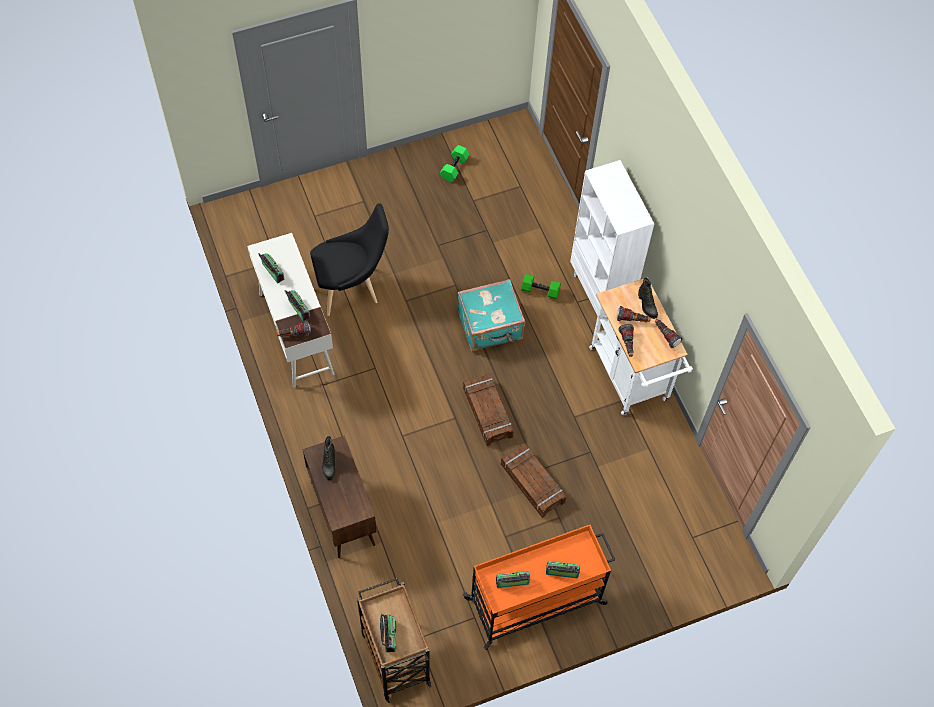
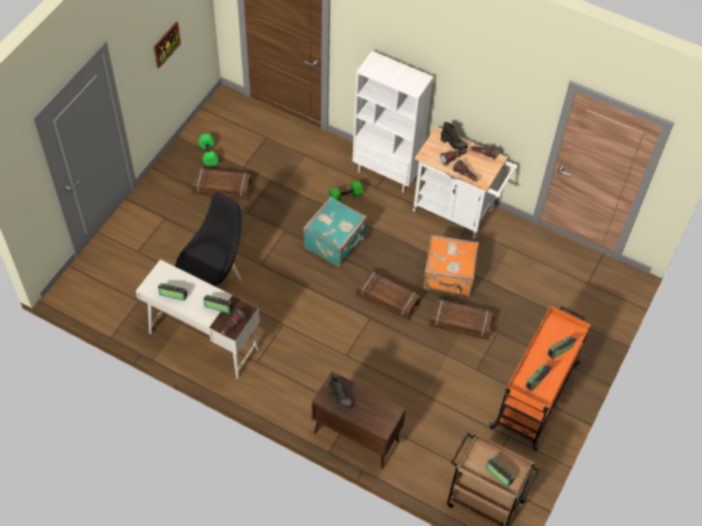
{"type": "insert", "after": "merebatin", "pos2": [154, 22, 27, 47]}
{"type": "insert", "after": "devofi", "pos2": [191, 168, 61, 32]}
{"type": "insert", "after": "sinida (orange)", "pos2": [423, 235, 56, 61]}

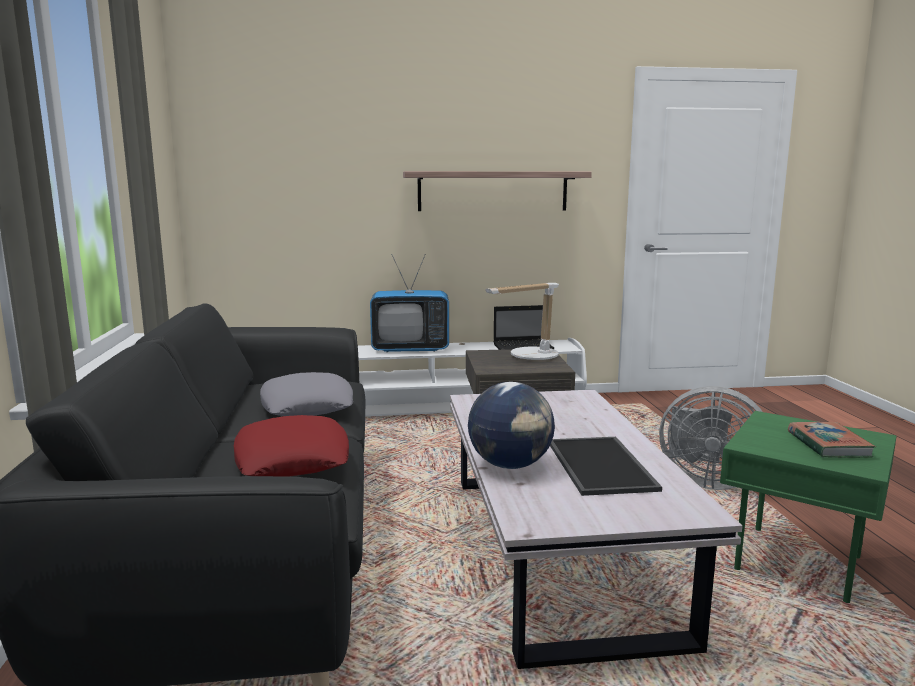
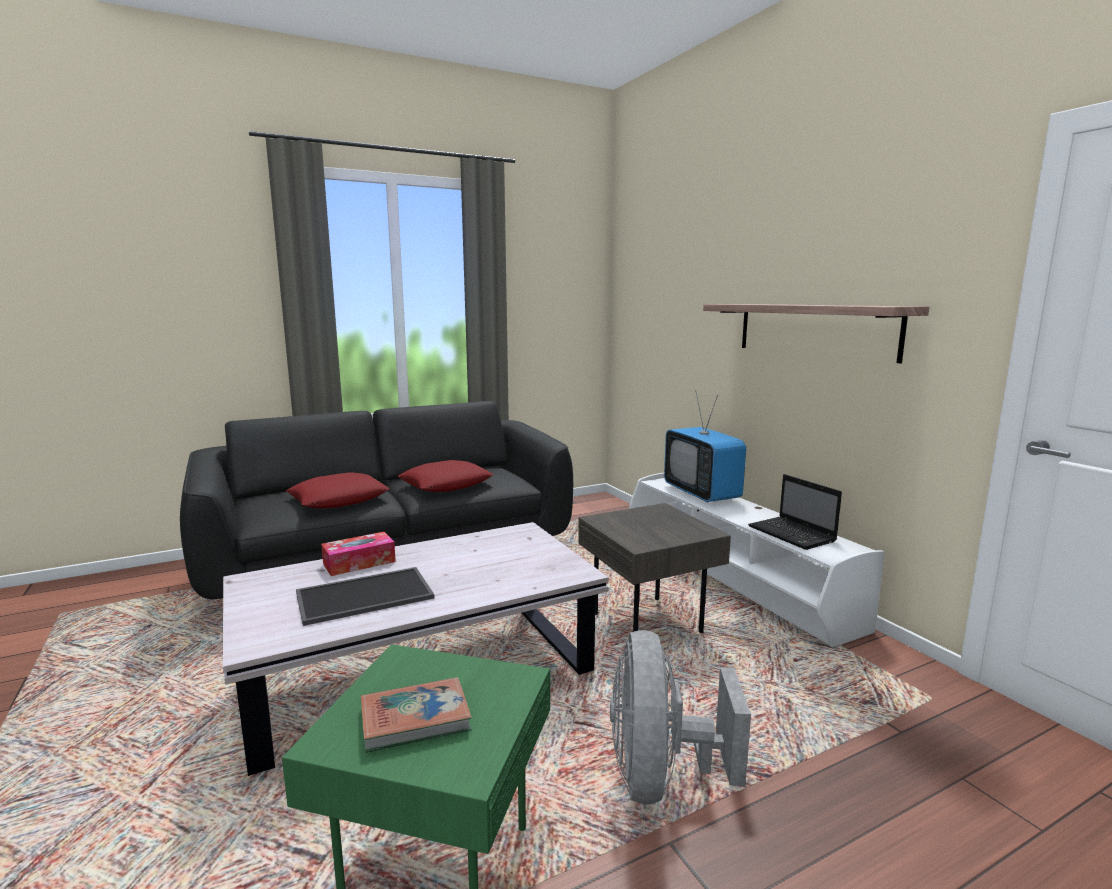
{"type": "replace", "before": "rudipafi", "after": "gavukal", "pos1": [468, 382, 87, 87], "pos2": [321, 532, 75, 44]}
{"type": "recolor", "before": "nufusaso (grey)", "after": "nufusaso (red)", "pos1": [260, 372, 93, 44], "pos2": [398, 460, 95, 32]}
{"type": "delete", "before": "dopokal", "pos1": [485, 283, 74, 77]}

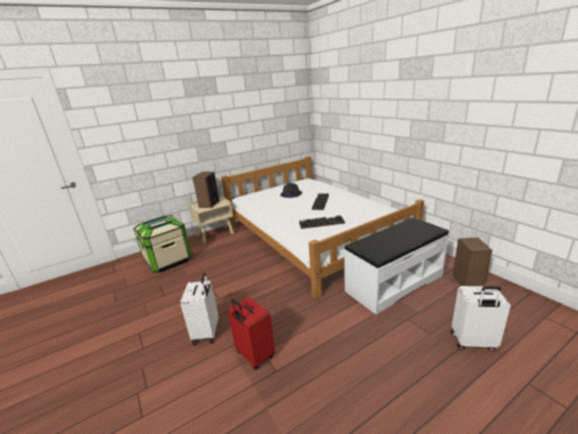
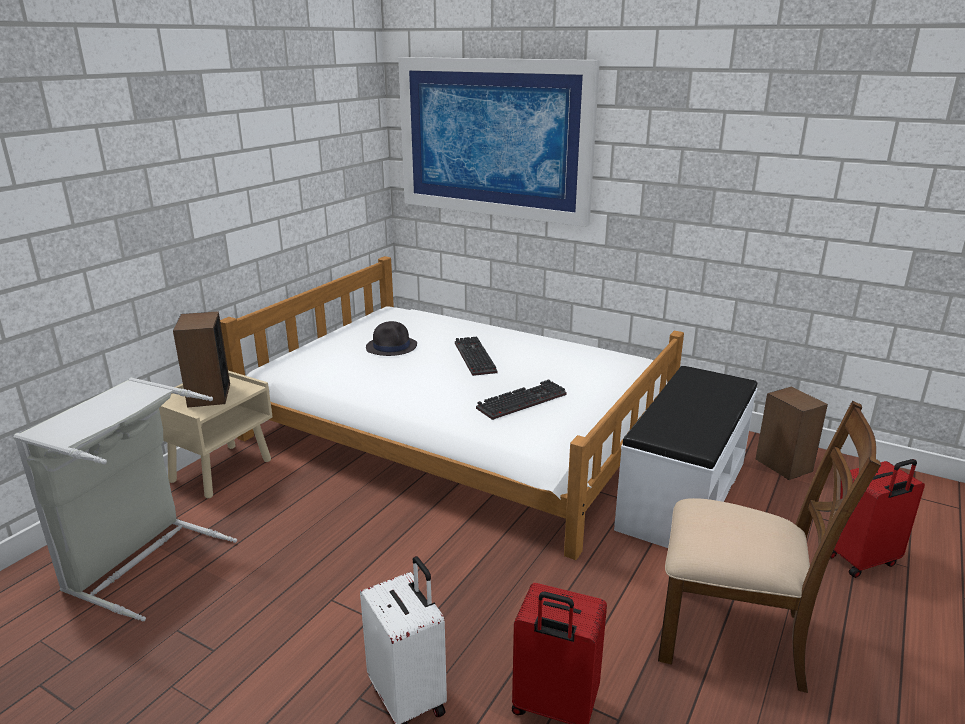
{"type": "replace", "before": "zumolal", "after": "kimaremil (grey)", "pos1": [134, 215, 58, 57], "pos2": [14, 377, 223, 245]}
{"type": "insert", "after": "merebatin", "pos2": [398, 57, 202, 170]}
{"type": "insert", "after": "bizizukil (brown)", "pos2": [658, 401, 223, 292]}
{"type": "recolor", "before": "sinida (white)", "after": "sinida (red)", "pos1": [451, 286, 60, 65], "pos2": [830, 459, 95, 119]}

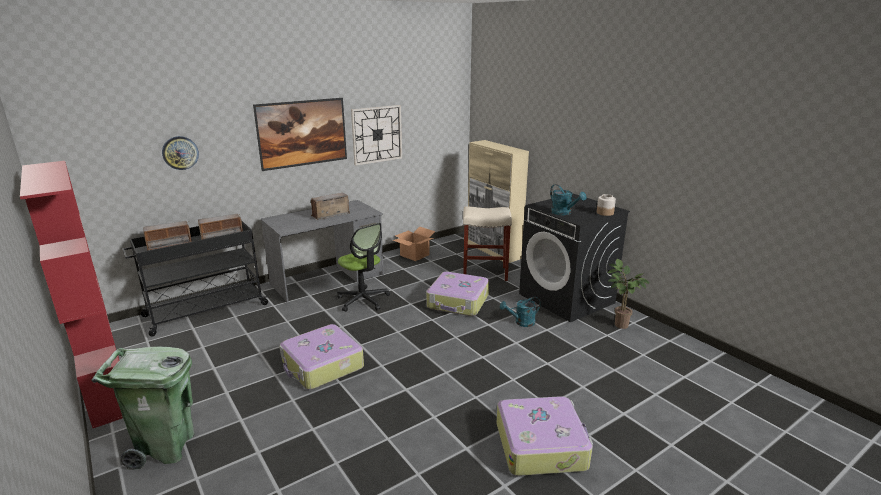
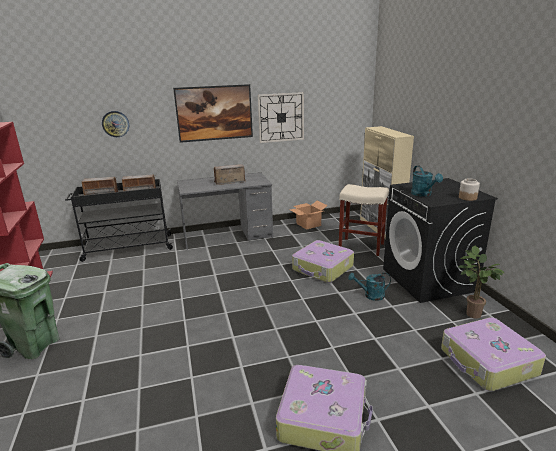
{"type": "move", "before": "sinida", "pos1": [280, 324, 84, 66], "pos2": [441, 317, 105, 74]}
{"type": "delete", "before": "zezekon", "pos1": [337, 223, 53, 89]}

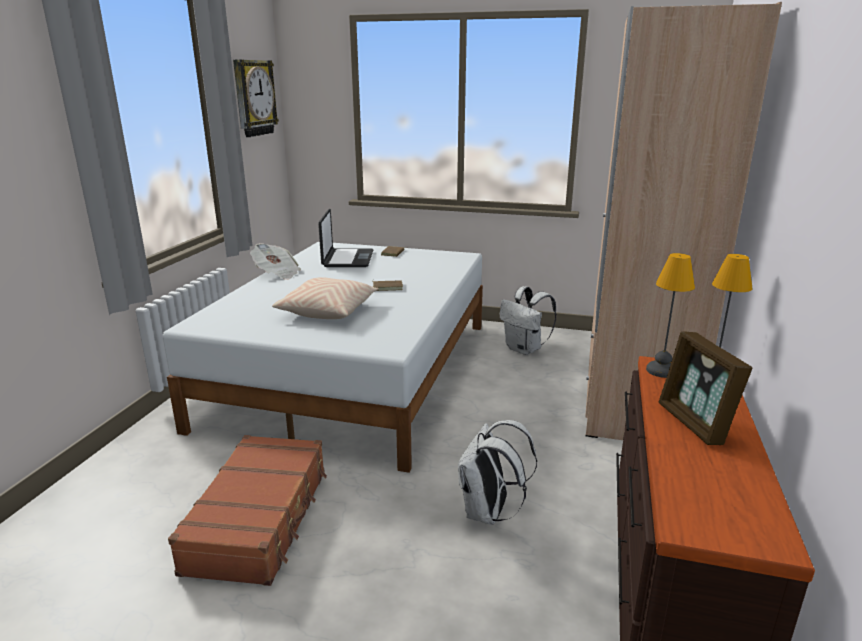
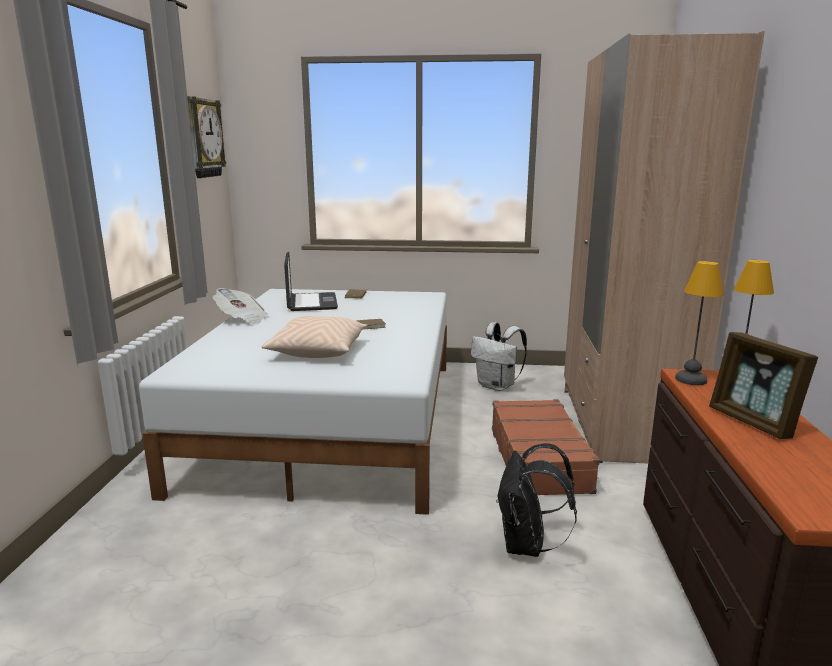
{"type": "move", "before": "sinida (brown)", "pos1": [168, 435, 159, 151], "pos2": [492, 399, 108, 96]}
{"type": "recolor", "before": "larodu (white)", "after": "larodu (black)", "pos1": [458, 420, 79, 105], "pos2": [496, 443, 81, 114]}

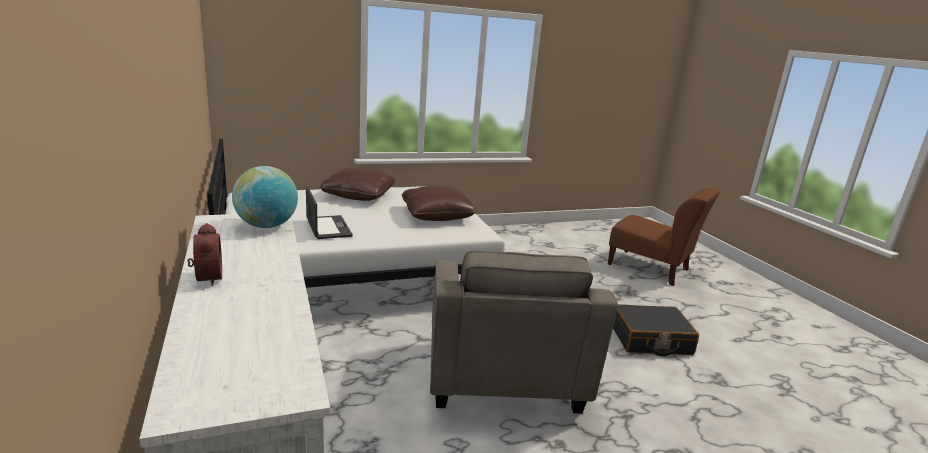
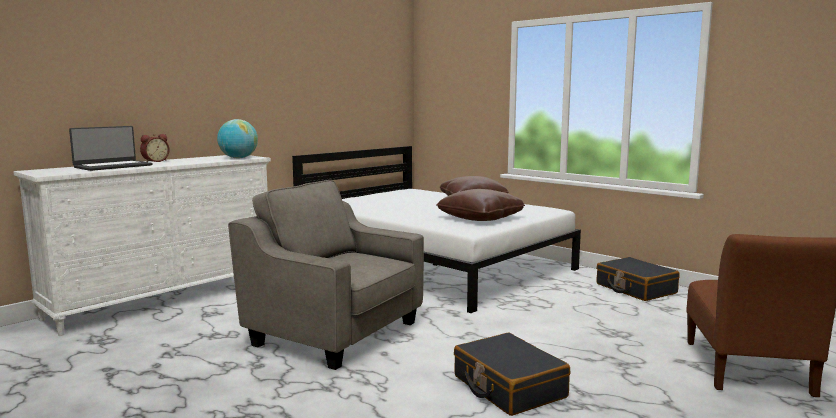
{"type": "move", "before": "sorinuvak", "pos1": [306, 186, 47, 53], "pos2": [69, 126, 83, 45]}
{"type": "rotate", "before": "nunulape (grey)", "pos1": [430, 250, 188, 164], "pos2": [228, 180, 196, 190], "turn": 60}
{"type": "insert", "after": "sinida (black)", "pos2": [596, 257, 84, 44]}

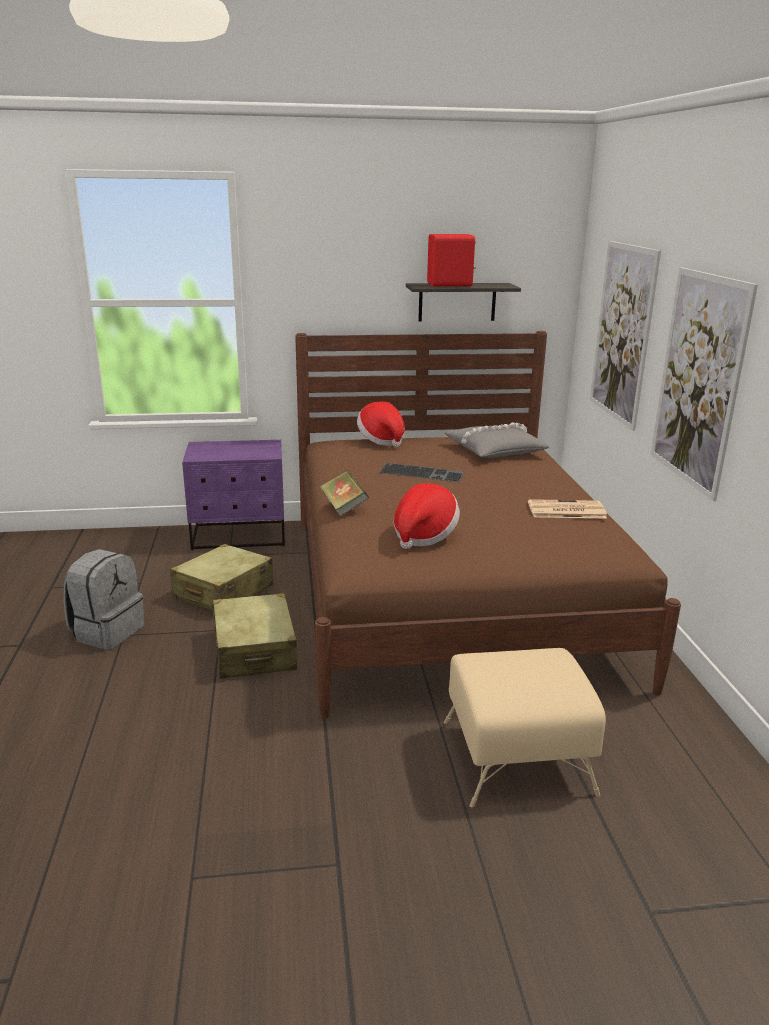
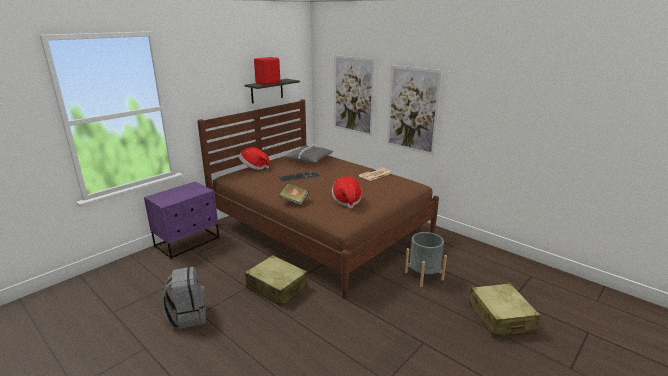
{"type": "replace", "before": "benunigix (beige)", "after": "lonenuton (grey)", "pos1": [444, 648, 162, 160], "pos2": [405, 232, 42, 55]}
{"type": "move", "before": "sinida (beige)", "pos1": [170, 544, 104, 68], "pos2": [469, 283, 71, 55]}

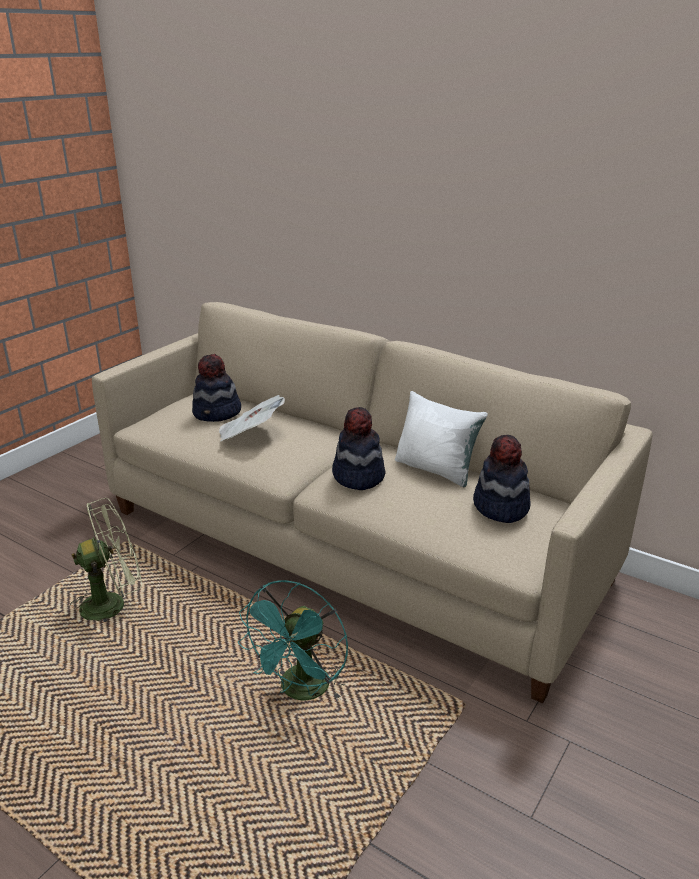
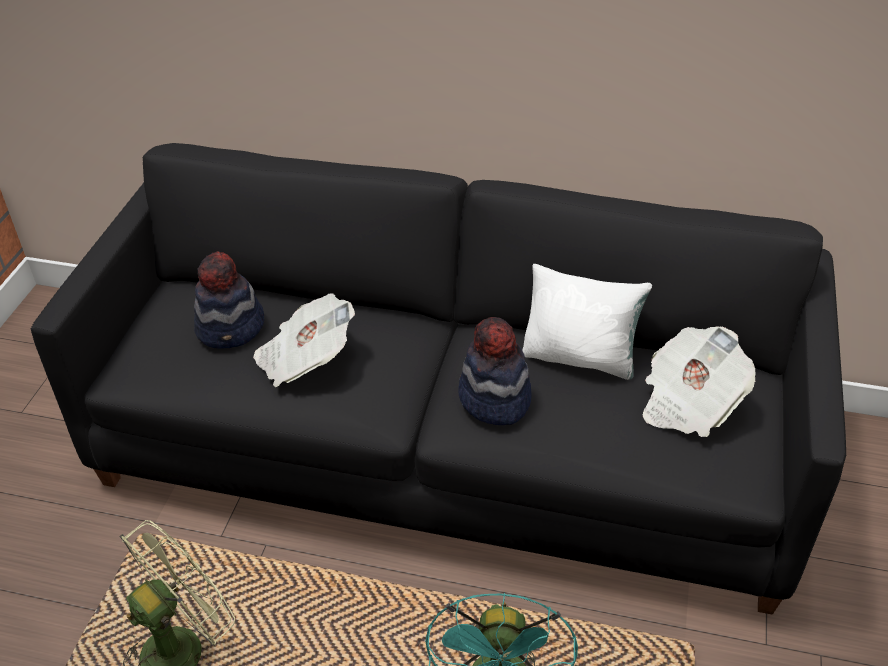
{"type": "recolor", "before": "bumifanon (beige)", "after": "bumifanon (black)", "pos1": [92, 302, 561, 401], "pos2": [31, 143, 815, 472]}
{"type": "replace", "before": "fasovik", "after": "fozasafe", "pos1": [473, 435, 58, 88], "pos2": [643, 326, 113, 111]}

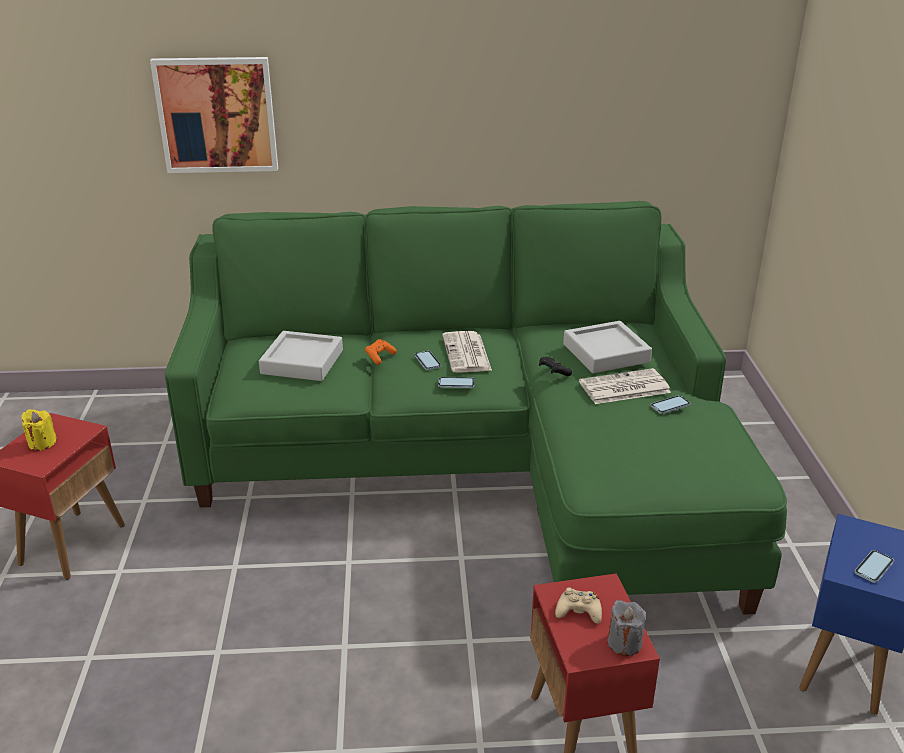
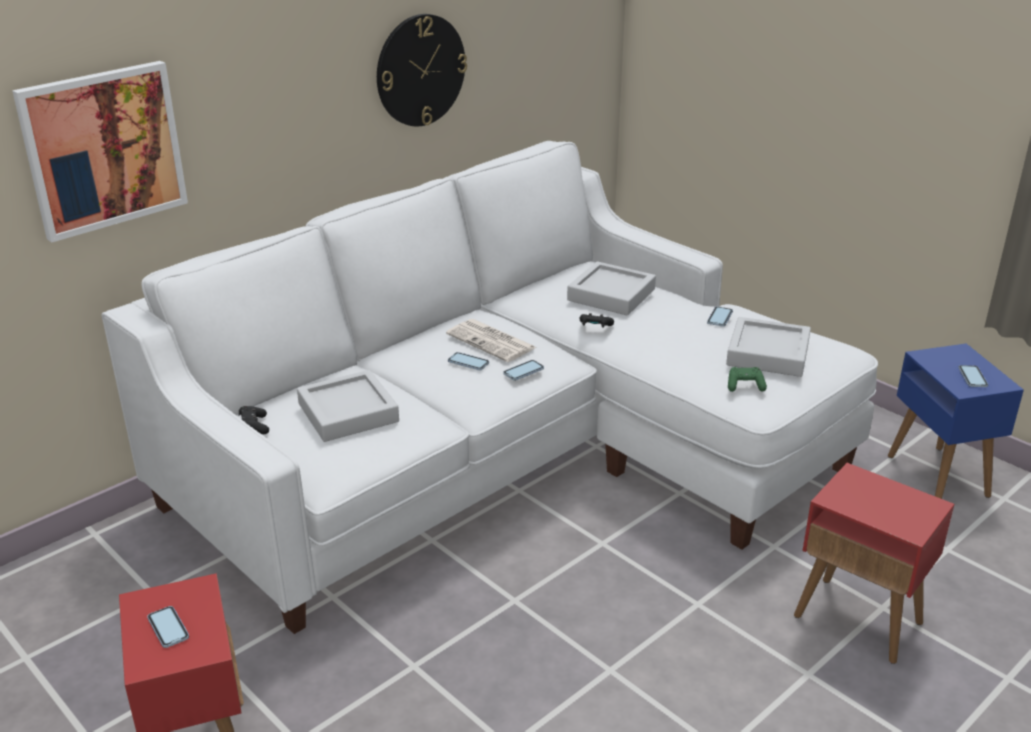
{"type": "recolor", "before": "bumifanon (green)", "after": "bumifanon (white)", "pos1": [165, 201, 622, 414], "pos2": [102, 141, 776, 493]}
{"type": "replace", "before": "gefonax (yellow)", "after": "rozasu", "pos1": [22, 409, 35, 42], "pos2": [147, 606, 42, 42]}
{"type": "insert", "after": "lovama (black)", "pos2": [239, 406, 30, 28]}
{"type": "insert", "after": "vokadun", "pos2": [377, 14, 90, 113]}
{"type": "insert", "after": "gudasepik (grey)", "pos2": [726, 317, 85, 60]}
{"type": "insert", "after": "lovama (green)", "pos2": [728, 367, 39, 25]}
{"type": "delete", "before": "lovama (orange)", "pos1": [365, 339, 32, 26]}
{"type": "delete", "before": "lovama (beige)", "pos1": [555, 587, 47, 37]}
{"type": "delete", "before": "fozasafe", "pos1": [579, 368, 92, 36]}
{"type": "delete", "before": "gefonax (grey)", "pos1": [607, 600, 39, 56]}

